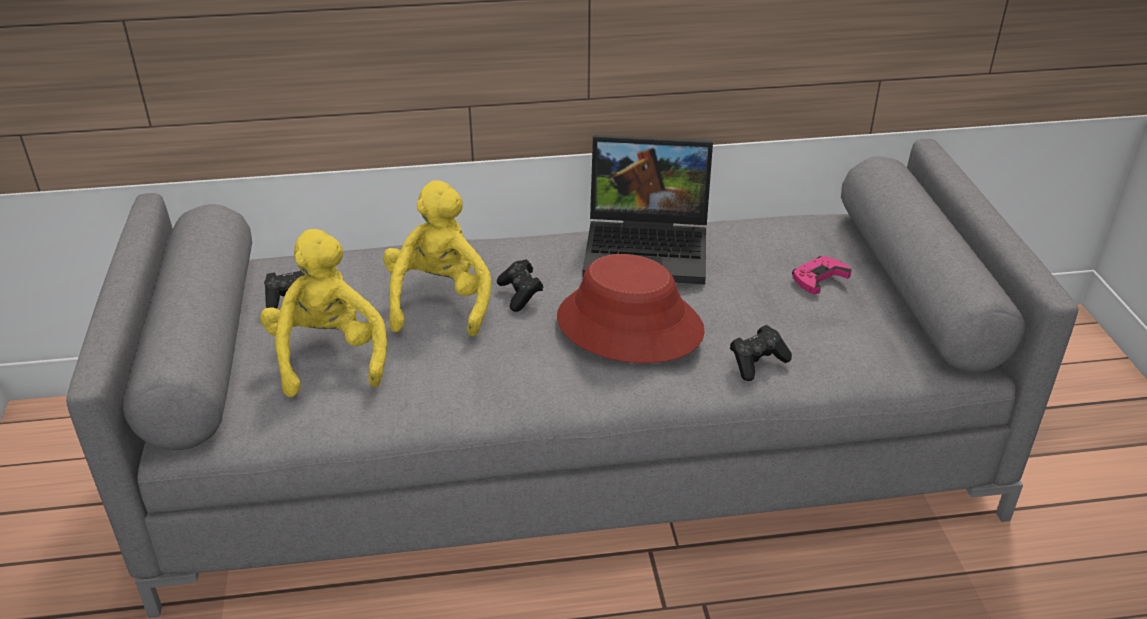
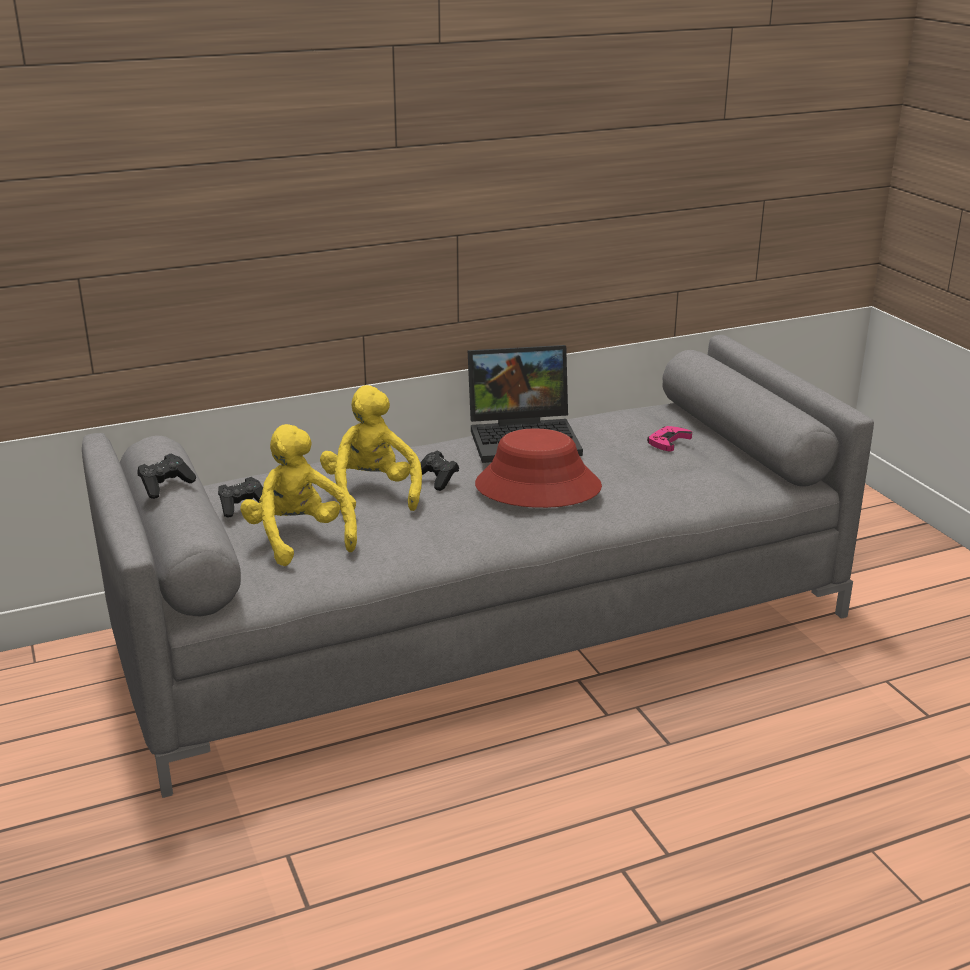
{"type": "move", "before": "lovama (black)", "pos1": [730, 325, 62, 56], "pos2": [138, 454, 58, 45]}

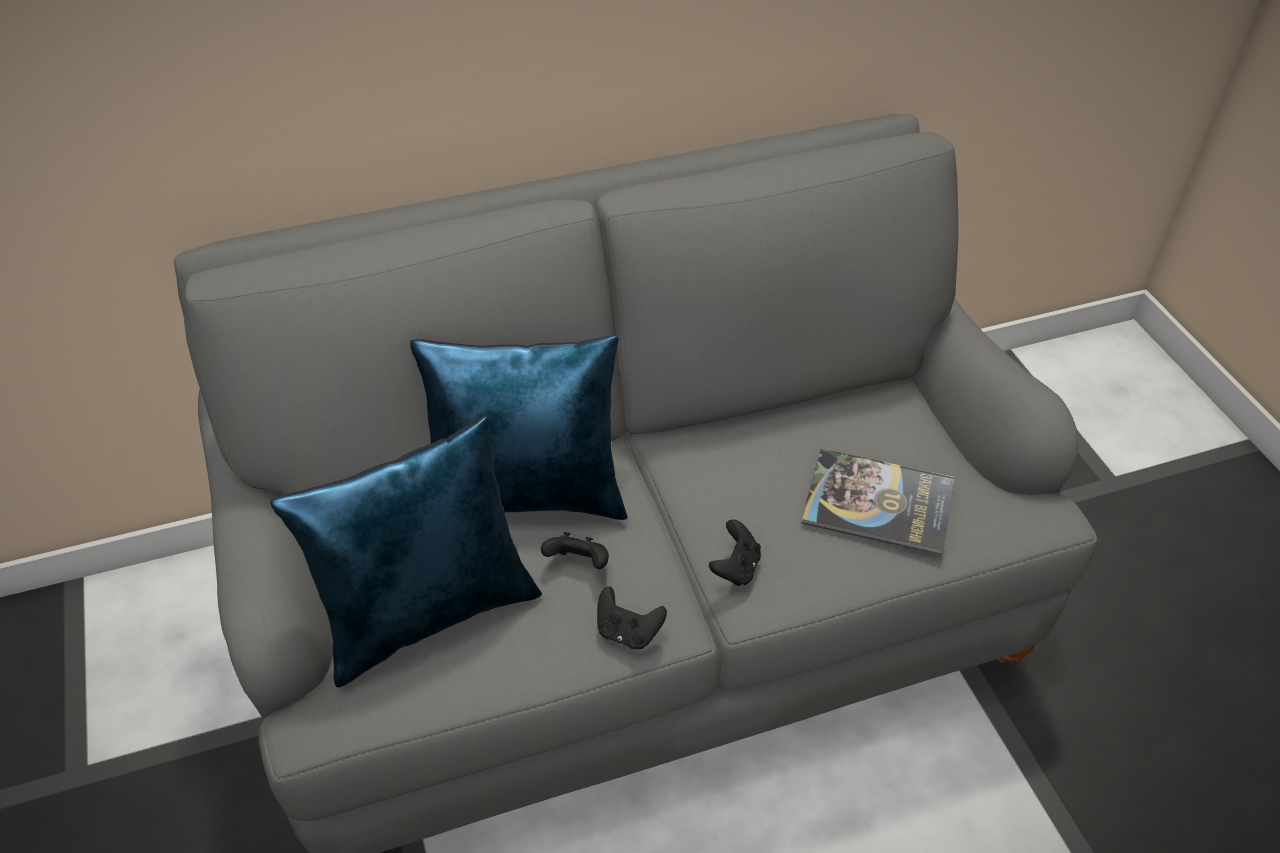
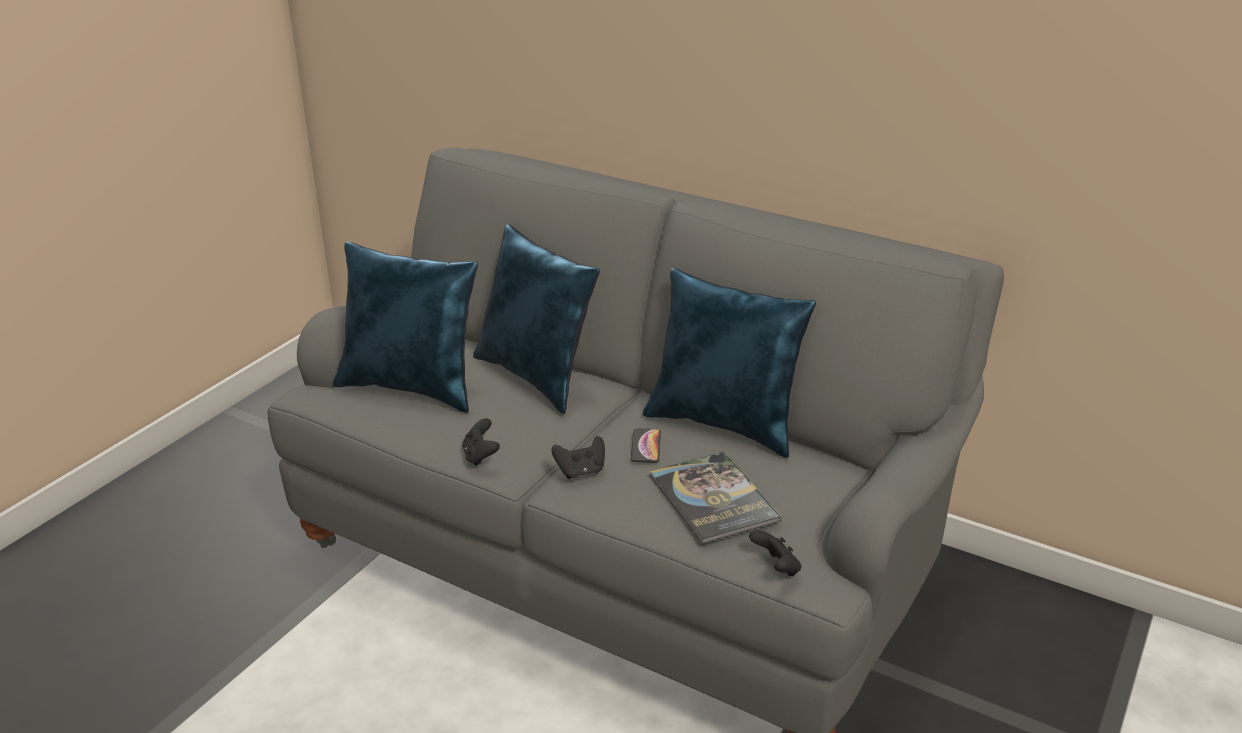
{"type": "insert", "after": "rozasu", "pos2": [631, 428, 30, 35]}
{"type": "insert", "after": "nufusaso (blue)", "pos2": [643, 268, 173, 190]}
{"type": "move", "before": "lovama (black)", "pos1": [541, 532, 68, 37], "pos2": [749, 530, 52, 46]}

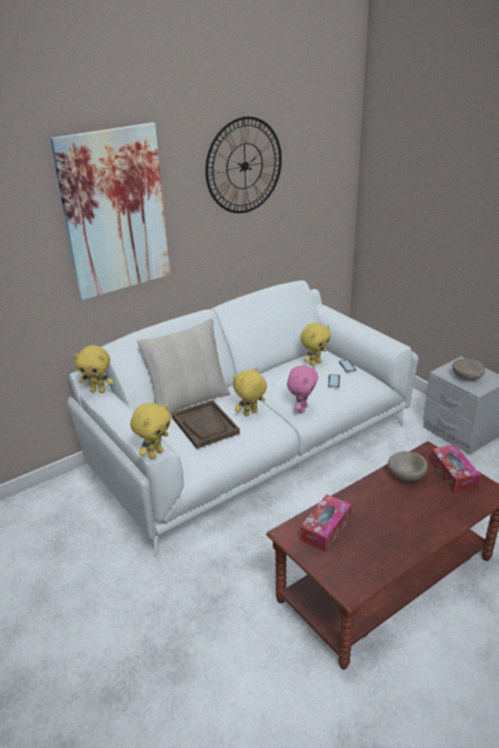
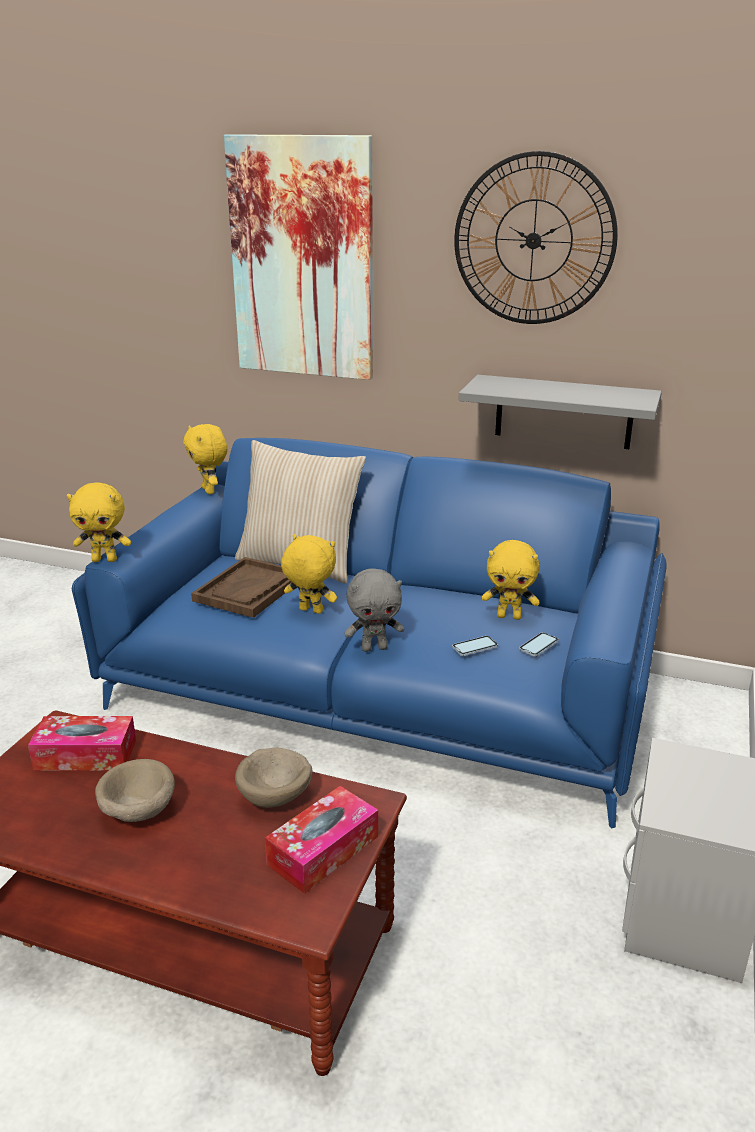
{"type": "recolor", "before": "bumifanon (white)", "after": "bumifanon (blue)", "pos1": [68, 280, 351, 277], "pos2": [72, 438, 595, 390]}
{"type": "move", "before": "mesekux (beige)", "pos1": [453, 359, 32, 21], "pos2": [95, 759, 80, 63]}
{"type": "recolor", "before": "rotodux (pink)", "after": "rotodux (grey)", "pos1": [287, 366, 31, 47], "pos2": [344, 569, 60, 83]}
{"type": "insert", "after": "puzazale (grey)", "pos2": [459, 375, 203, 74]}

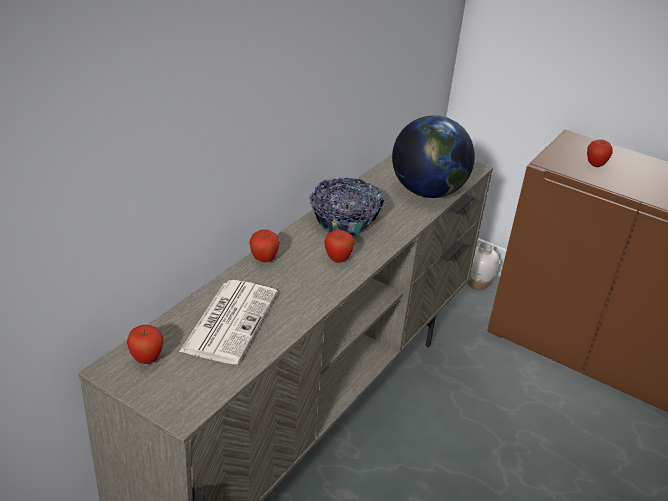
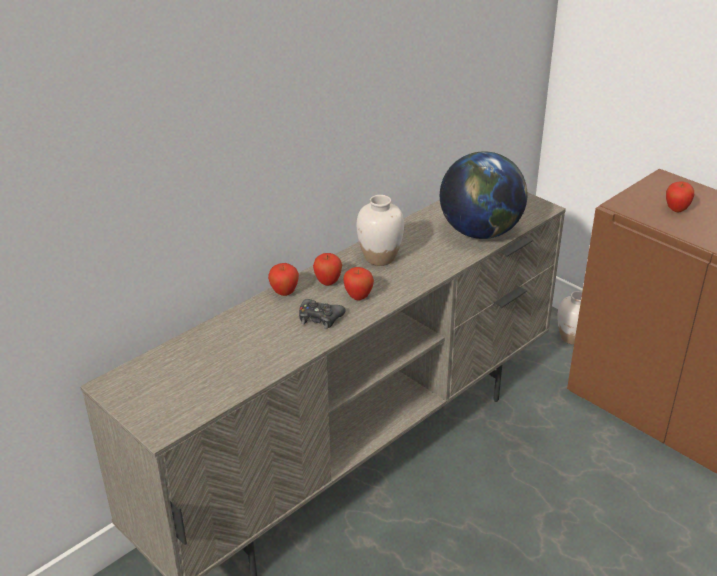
{"type": "insert", "after": "lovama (black)", "pos2": [299, 299, 47, 30]}
{"type": "move", "before": "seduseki", "pos1": [127, 325, 37, 39], "pos2": [313, 253, 29, 33]}
{"type": "replace", "before": "mesekux", "after": "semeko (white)", "pos1": [309, 177, 76, 59], "pos2": [357, 195, 47, 71]}
{"type": "delete", "before": "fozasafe", "pos1": [179, 280, 98, 85]}

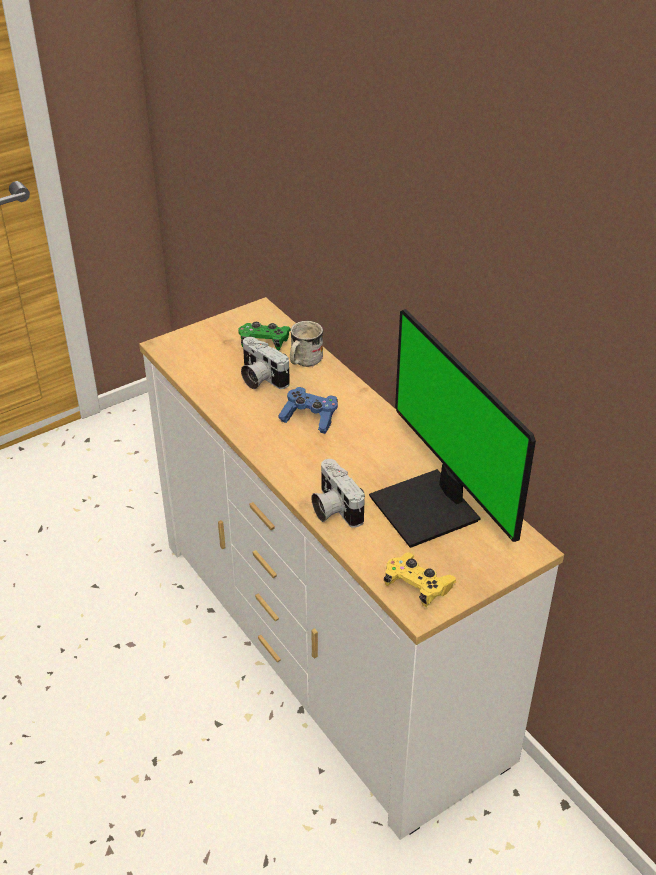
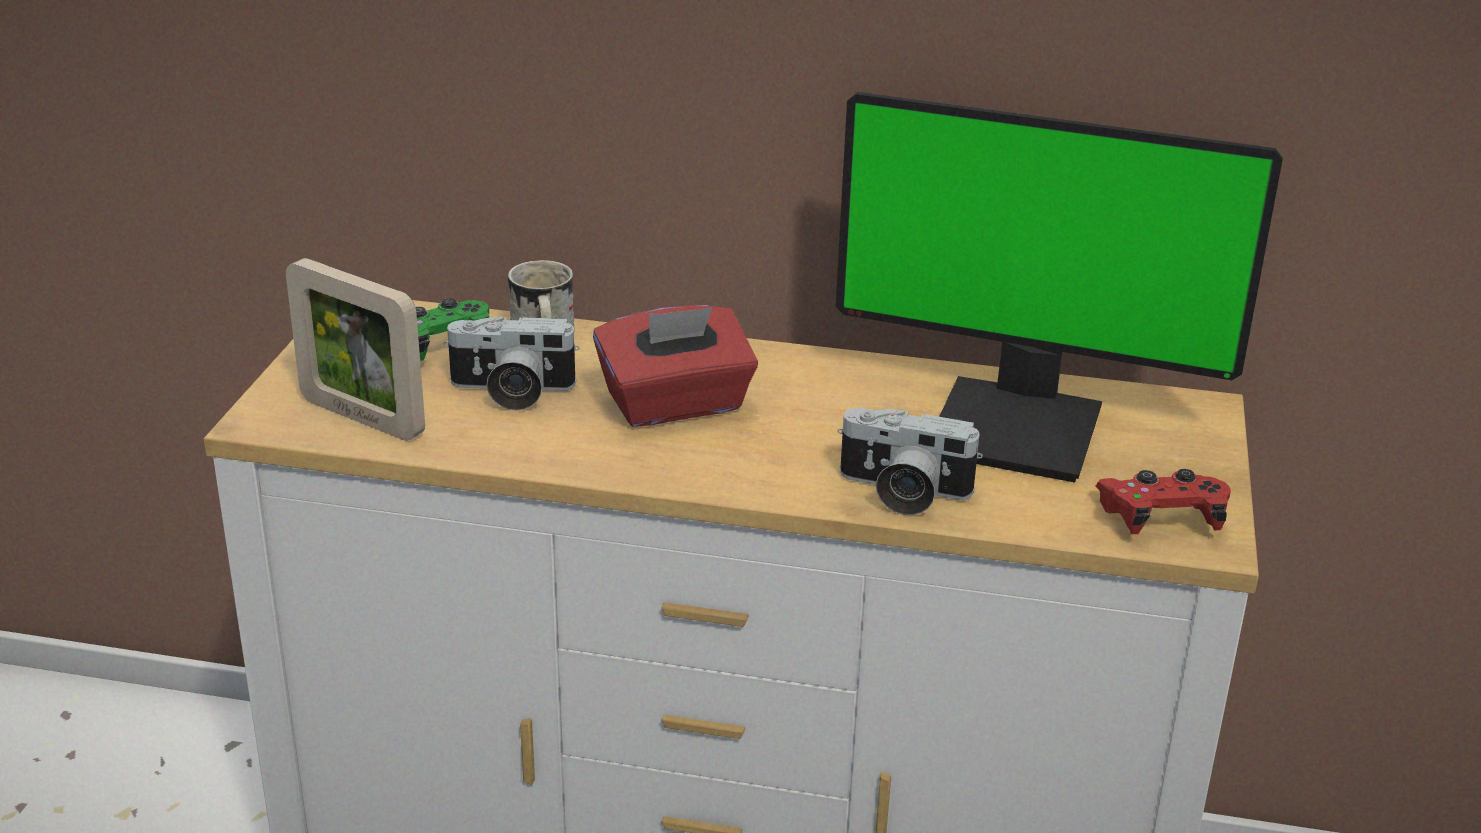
{"type": "insert", "after": "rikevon", "pos2": [286, 258, 139, 183]}
{"type": "replace", "before": "lovama (blue)", "after": "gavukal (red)", "pos1": [278, 387, 60, 47], "pos2": [593, 305, 165, 122]}
{"type": "recolor", "before": "lovama (yellow)", "after": "lovama (red)", "pos1": [384, 552, 72, 55], "pos2": [1096, 469, 135, 65]}

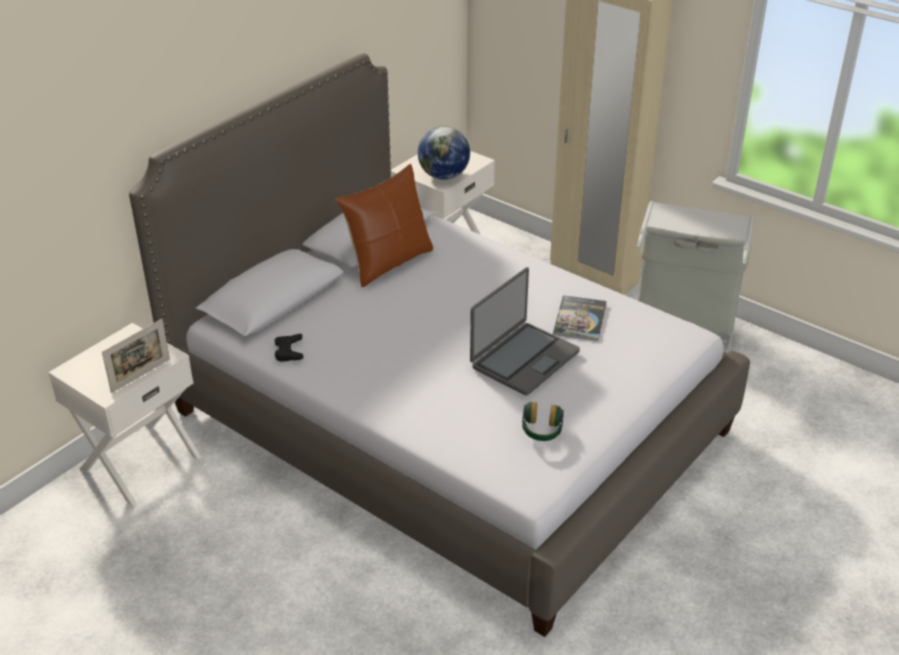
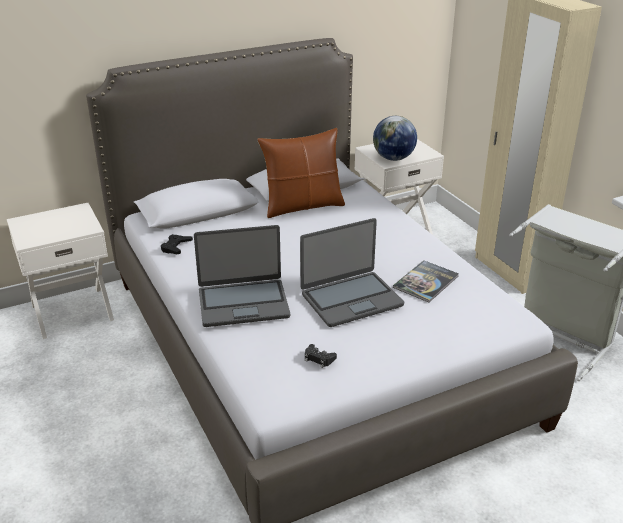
{"type": "insert", "after": "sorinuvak", "pos2": [194, 225, 96, 102]}
{"type": "replace", "before": "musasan", "after": "lovama (black)", "pos1": [522, 402, 42, 39], "pos2": [305, 344, 32, 24]}
{"type": "delete", "before": "rikevon", "pos1": [102, 319, 68, 74]}

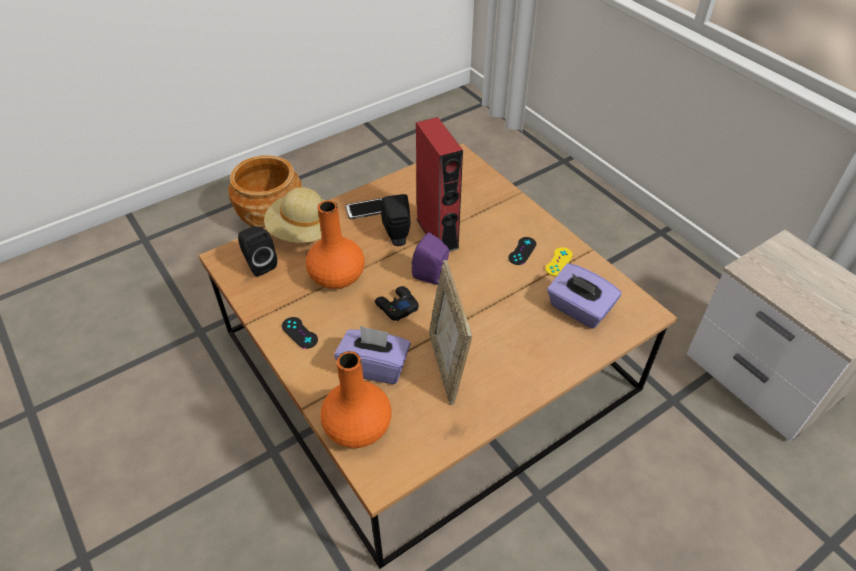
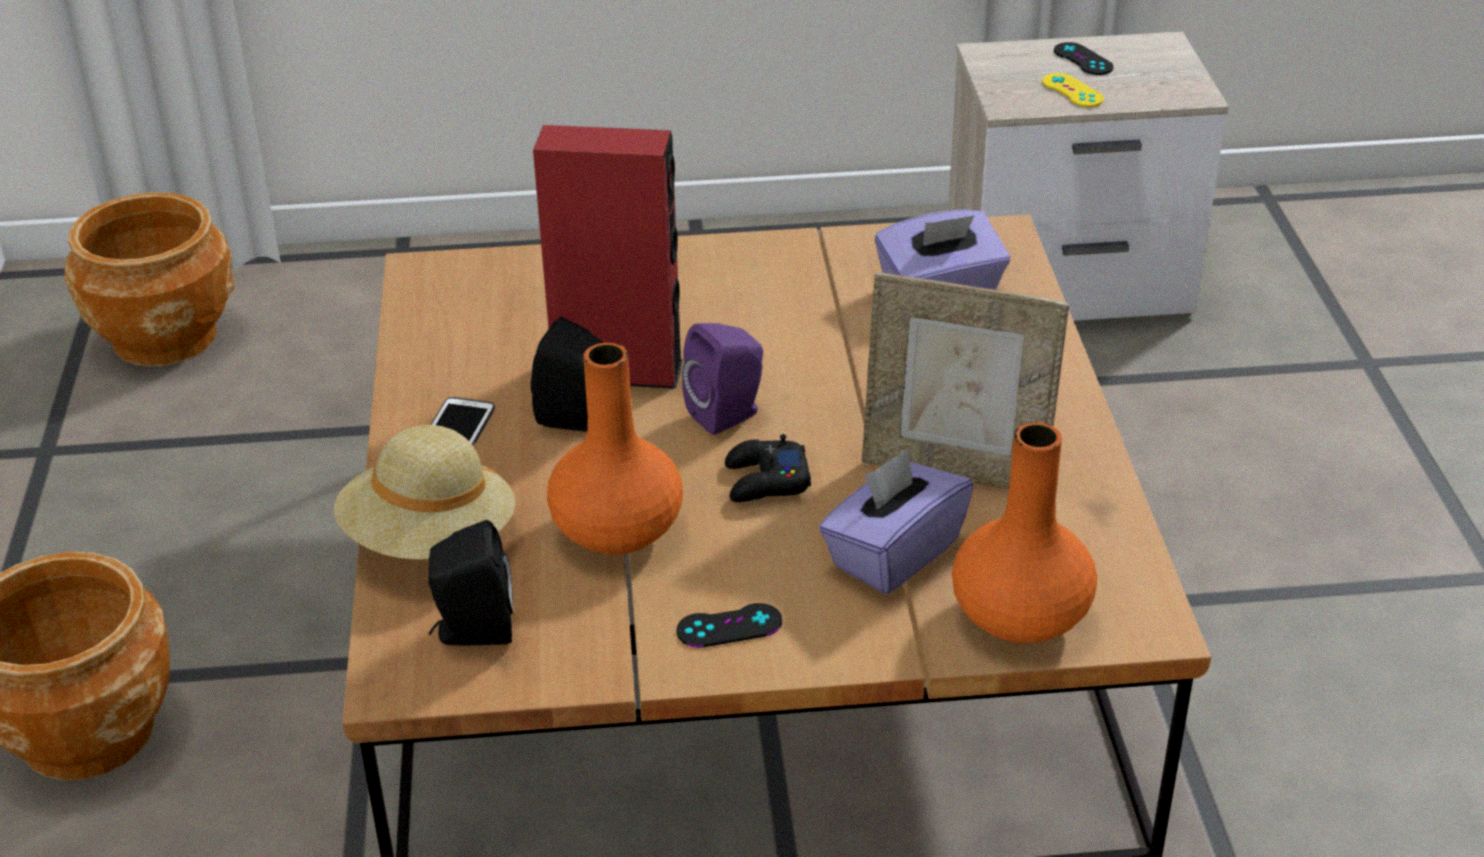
{"type": "insert", "after": "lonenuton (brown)", "pos2": [65, 192, 169, 174]}
{"type": "move", "before": "lovama (yellow)", "pos1": [545, 247, 28, 29], "pos2": [1042, 73, 62, 34]}
{"type": "move", "before": "lovama (black)", "pos1": [508, 237, 28, 28], "pos2": [1054, 42, 60, 33]}

